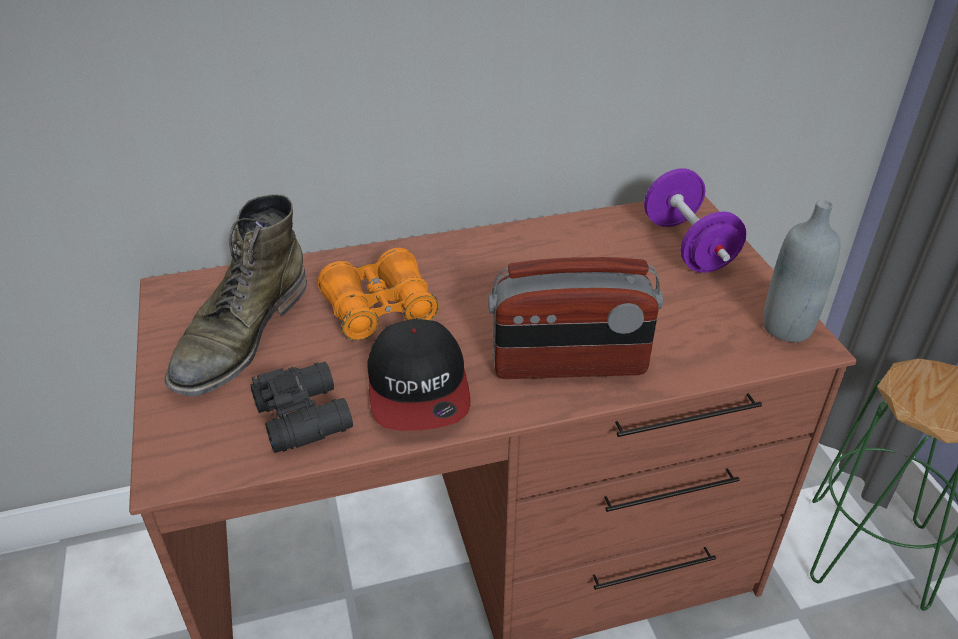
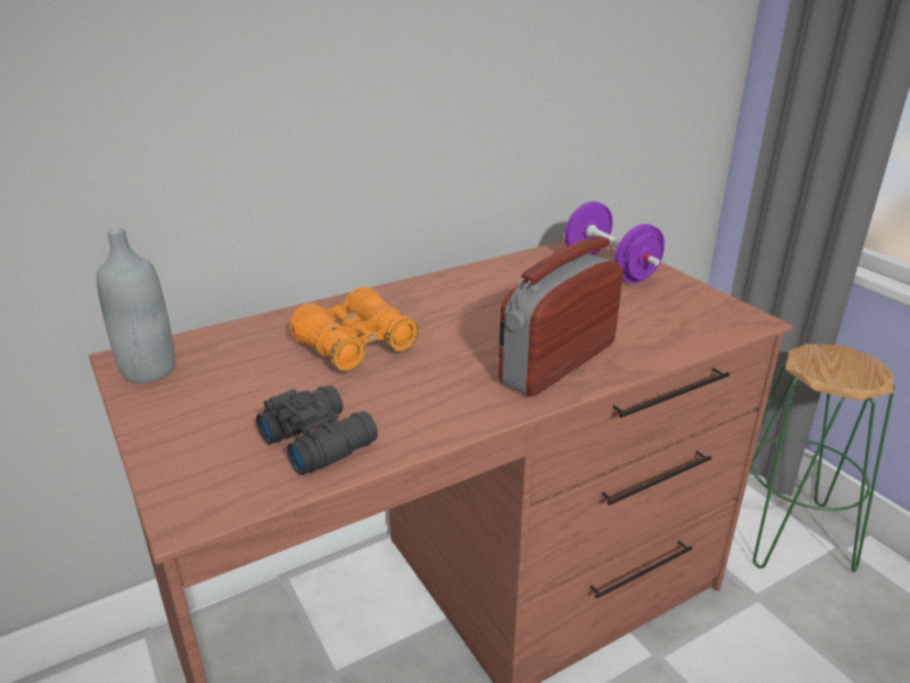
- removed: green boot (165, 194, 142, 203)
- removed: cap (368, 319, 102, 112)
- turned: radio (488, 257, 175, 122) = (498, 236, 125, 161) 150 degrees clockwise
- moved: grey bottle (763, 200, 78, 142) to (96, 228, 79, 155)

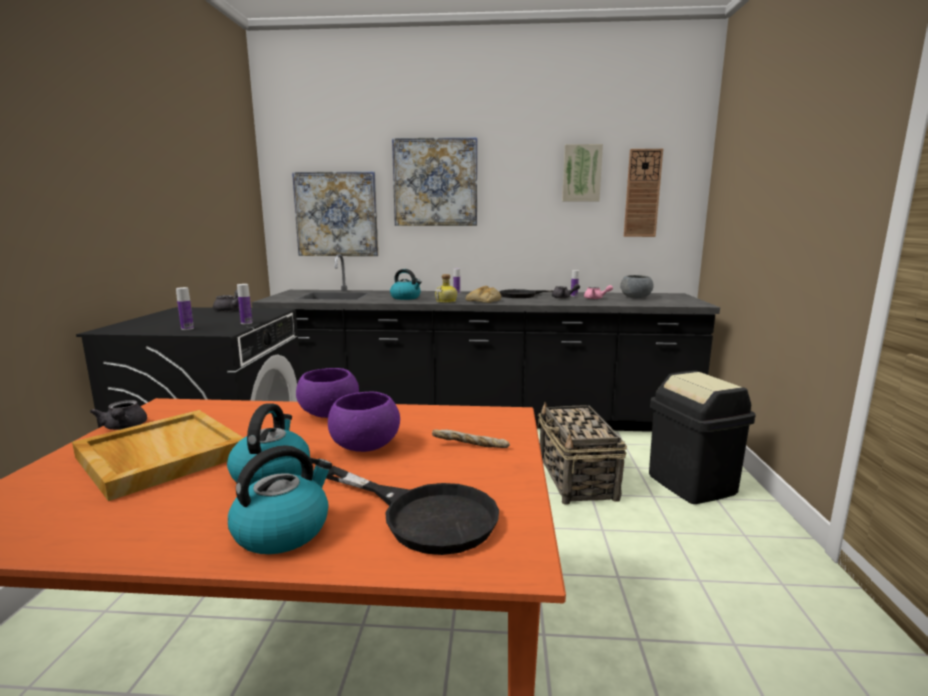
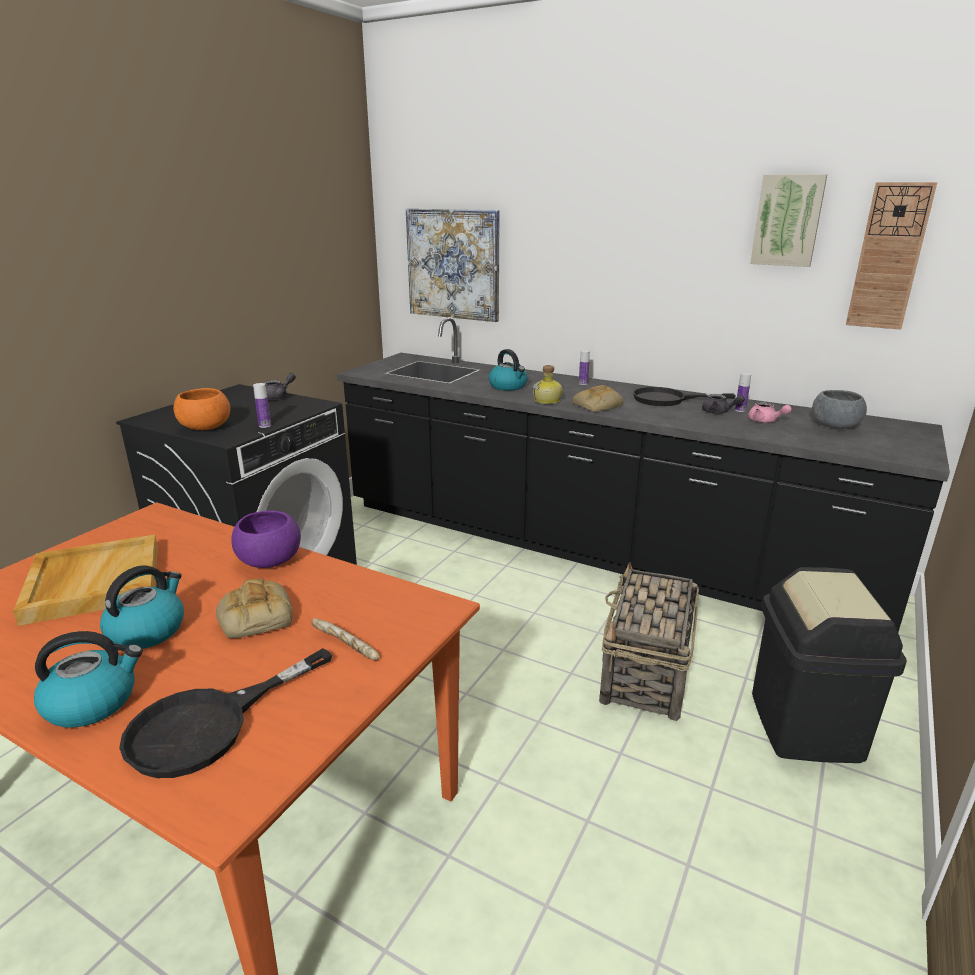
- removed: grey teapot (90, 400, 57, 30)
- replaced: bottle (176, 287, 18, 43) to orange bowl (174, 388, 56, 42)
- turned: black frying pan (326, 466, 173, 89) = (119, 648, 213, 130) 75 degrees clockwise
- replaced: purple bowl (328, 391, 72, 61) to bread (216, 579, 76, 59)
- removed: picture (392, 137, 86, 89)

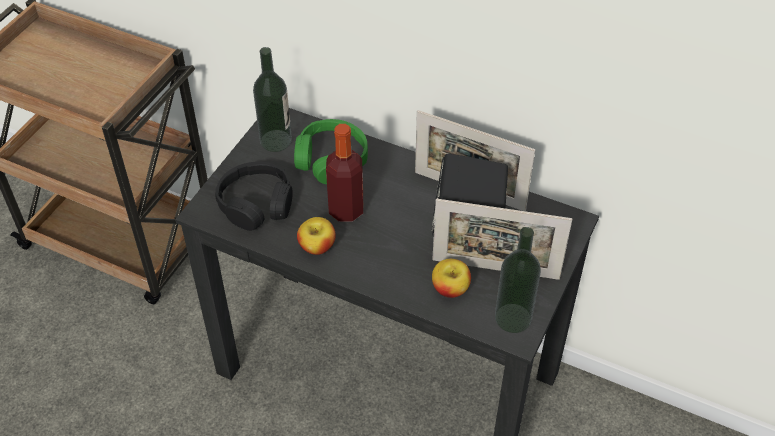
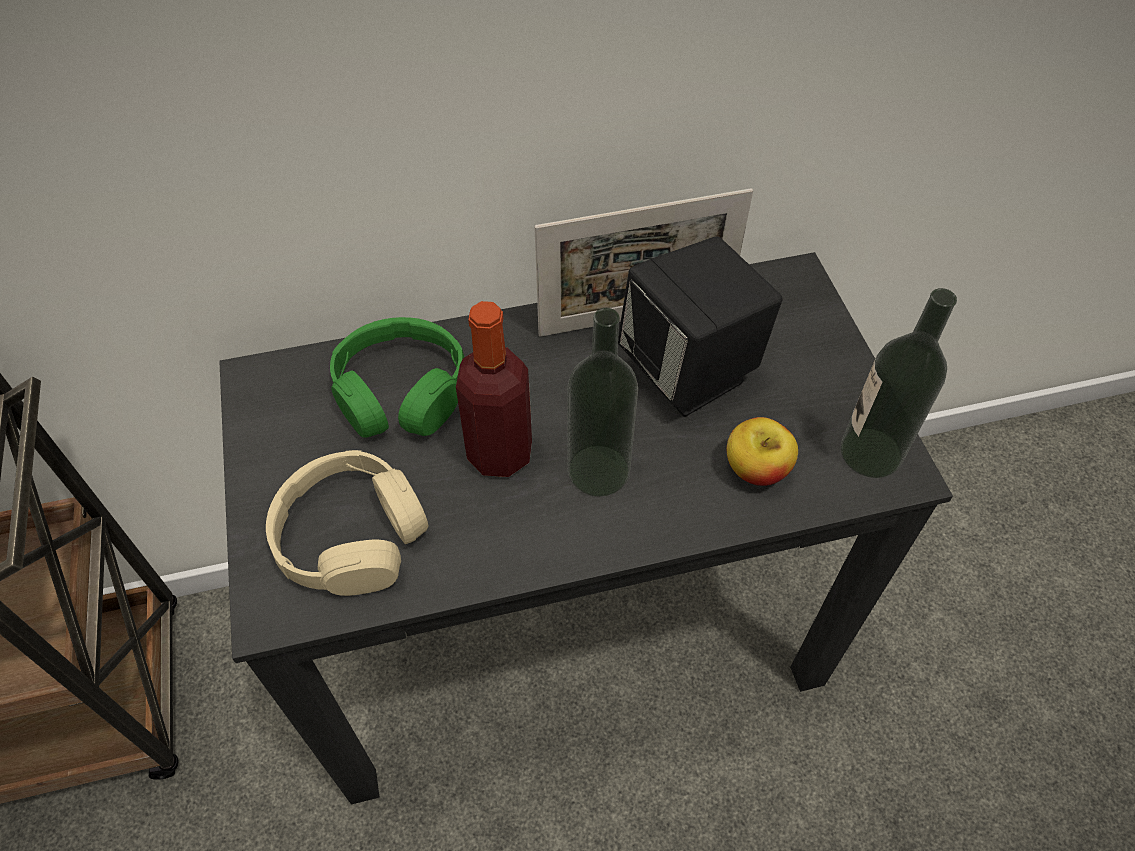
- recoloured: black headphones (215, 162, 78, 69) to beige headphones (266, 450, 162, 146)
- moved: bottle (253, 47, 39, 105) to (567, 308, 71, 189)
- removed: apple (297, 217, 39, 38)
- removed: picture frame (432, 199, 140, 81)

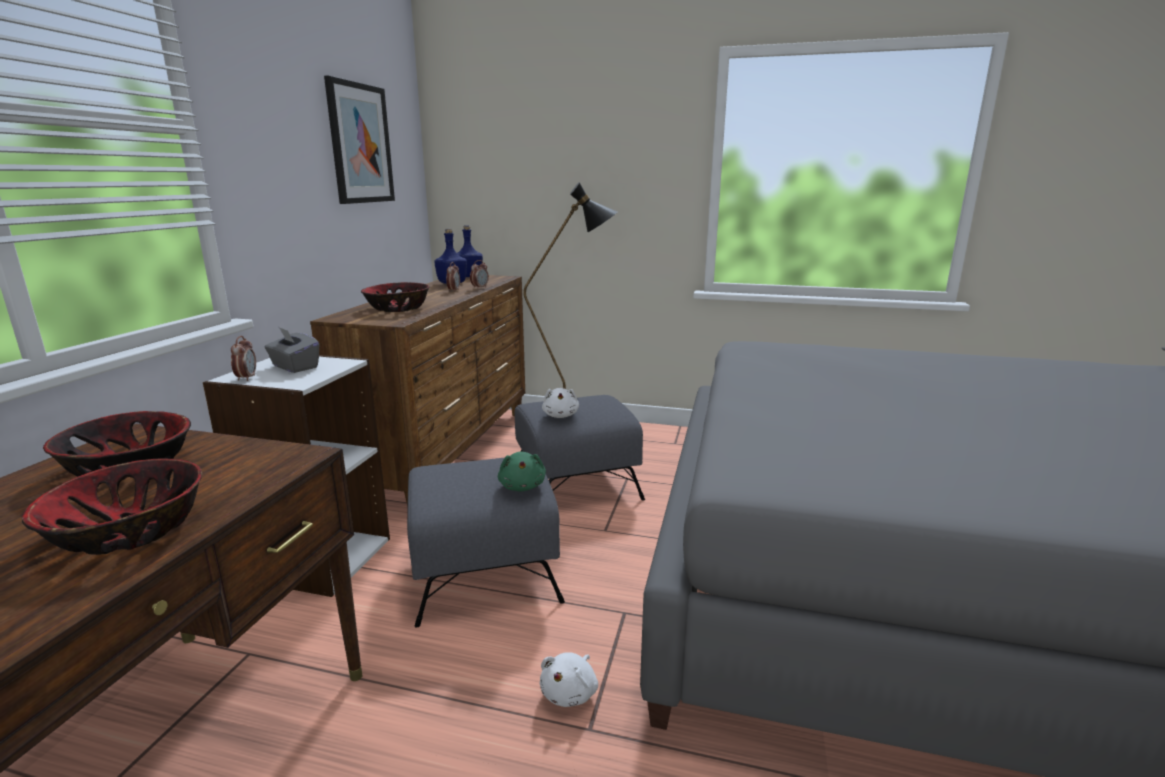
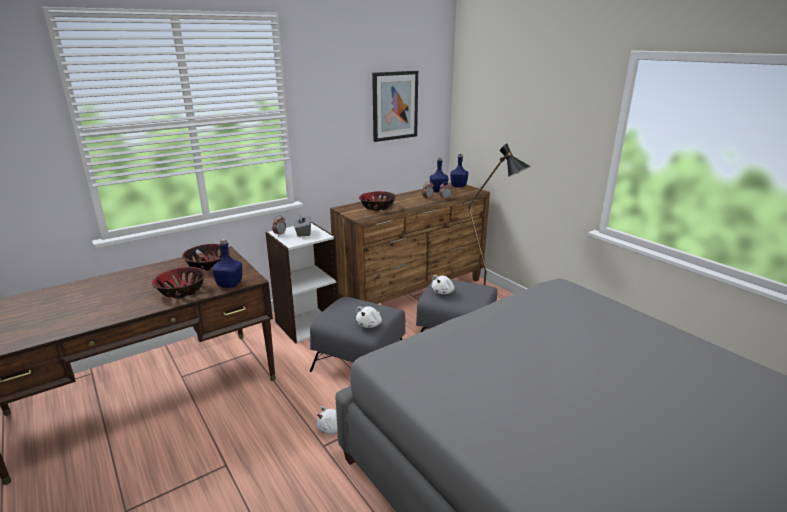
- recoloured: green plush toy (498, 452, 48, 39) to white plush toy (356, 306, 26, 22)
- added: blue bottle (212, 239, 30, 49)

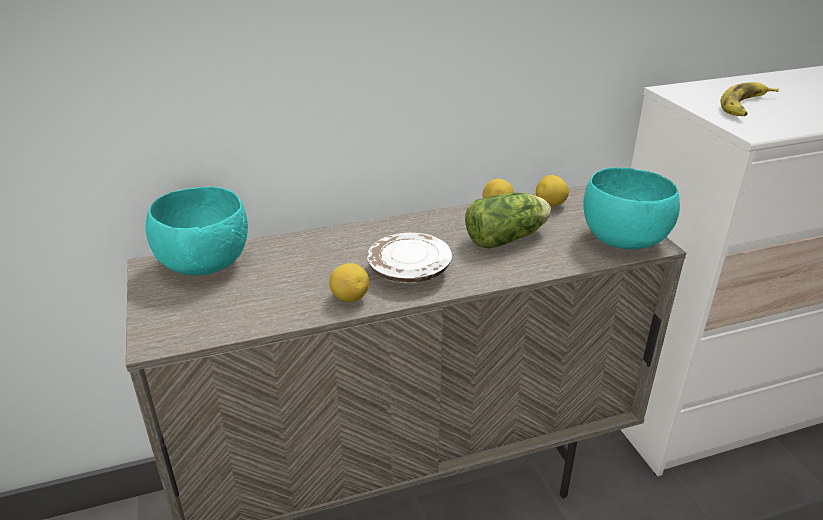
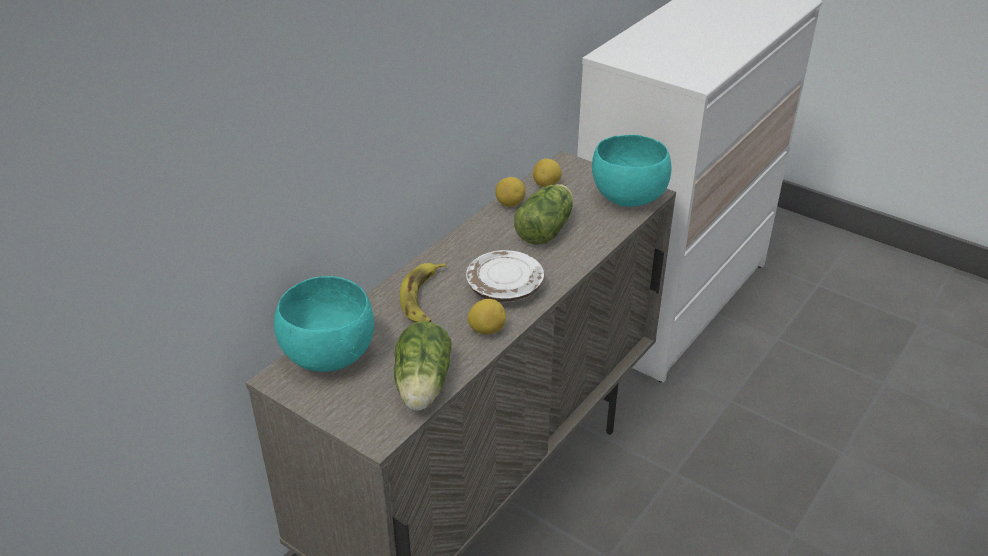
- moved: banana (720, 82, 59, 34) to (400, 263, 46, 60)
- added: lettuce (394, 321, 58, 90)

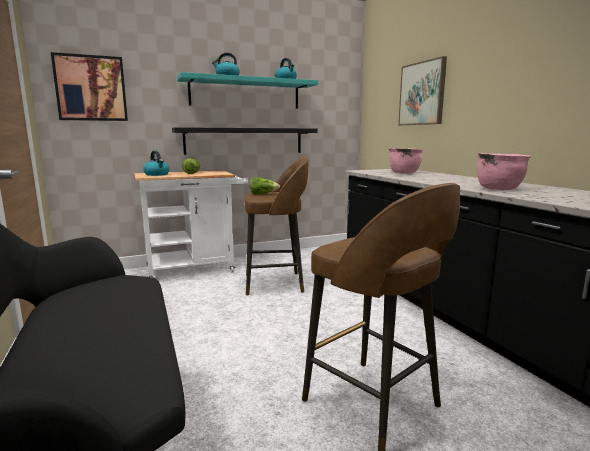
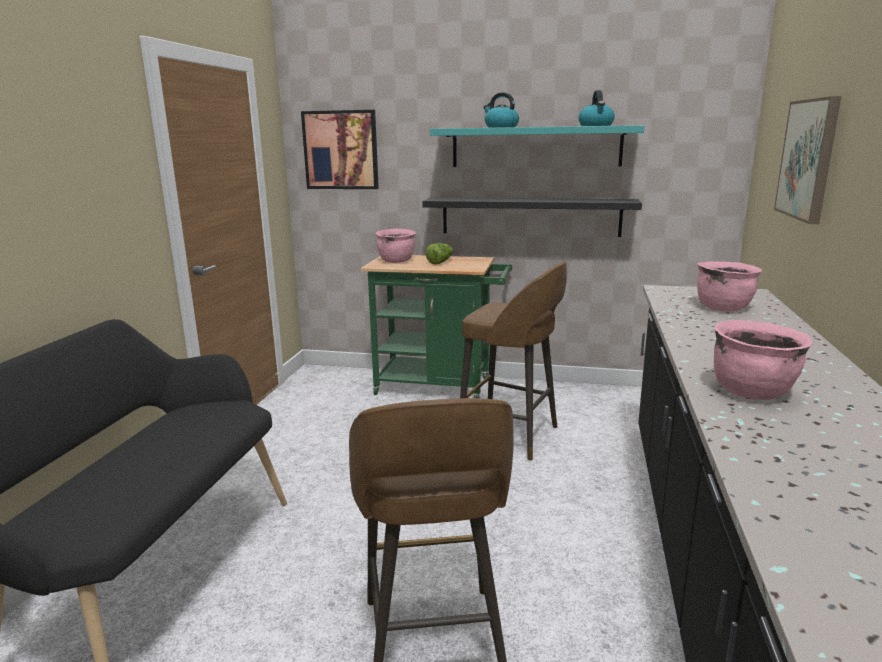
- recoloured: white cart (134, 170, 114, 107) to green cart (360, 255, 152, 143)
- replaced: kettle (143, 151, 27, 25) to pink cooking pot (376, 228, 40, 35)
- removed: lettuce (250, 177, 30, 18)

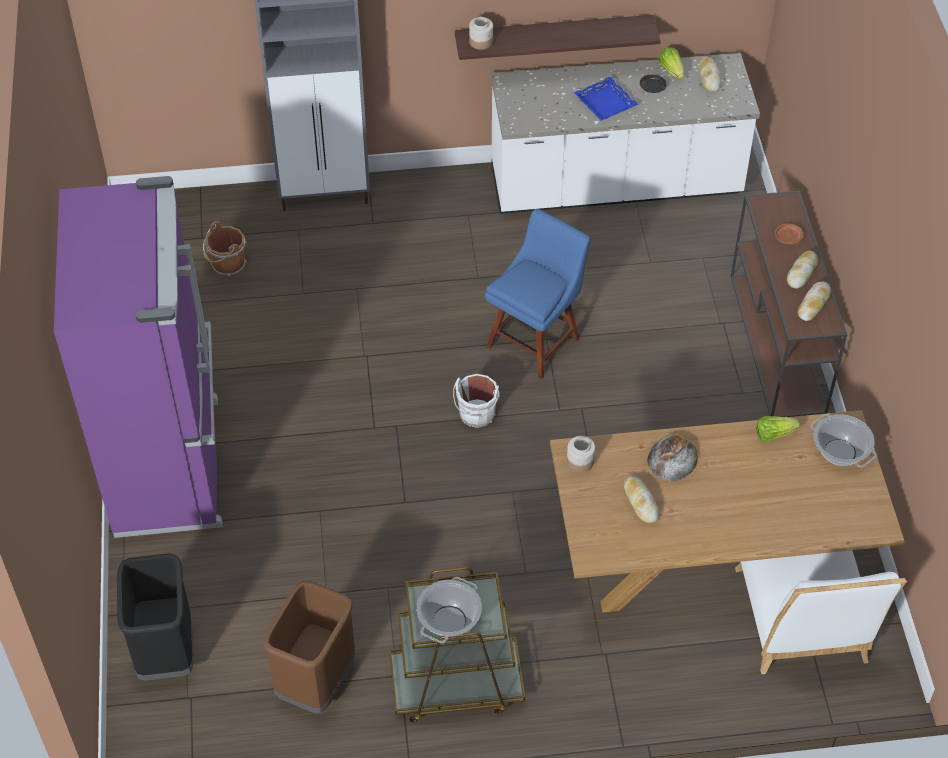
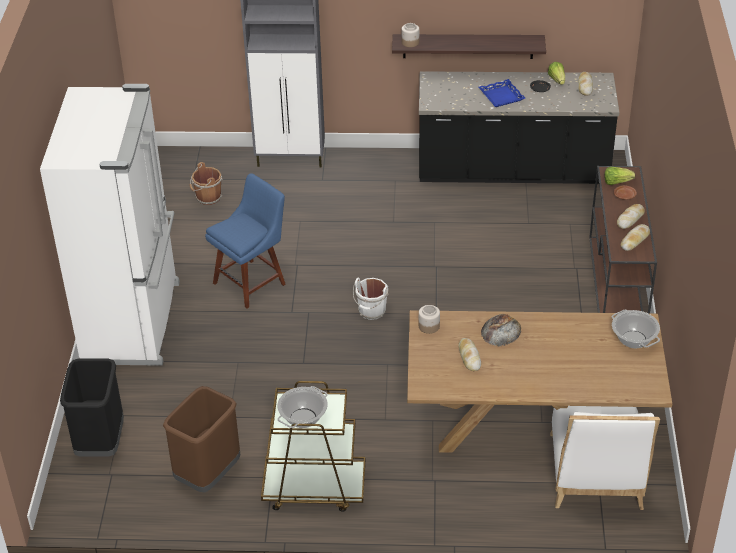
- recoloured: purple fridge (54, 176, 168, 362) to white fridge (40, 84, 140, 282)
- moved: blue chair (485, 209, 105, 170) to (205, 173, 81, 135)
- recoloured: white counter (491, 53, 269, 161) to black counter (419, 71, 200, 113)
- moved: lettuce (756, 416, 44, 26) to (604, 167, 31, 18)

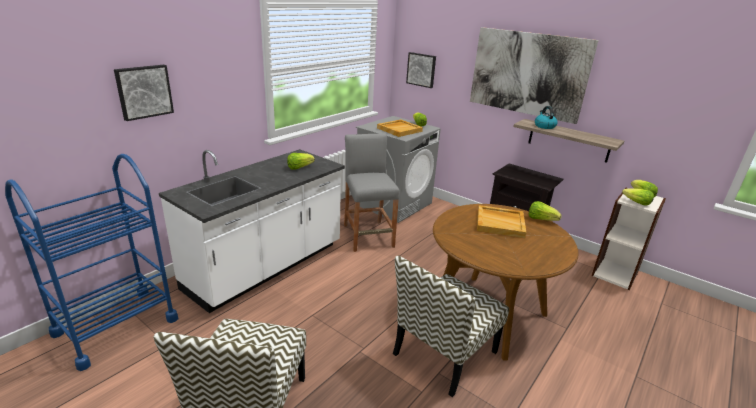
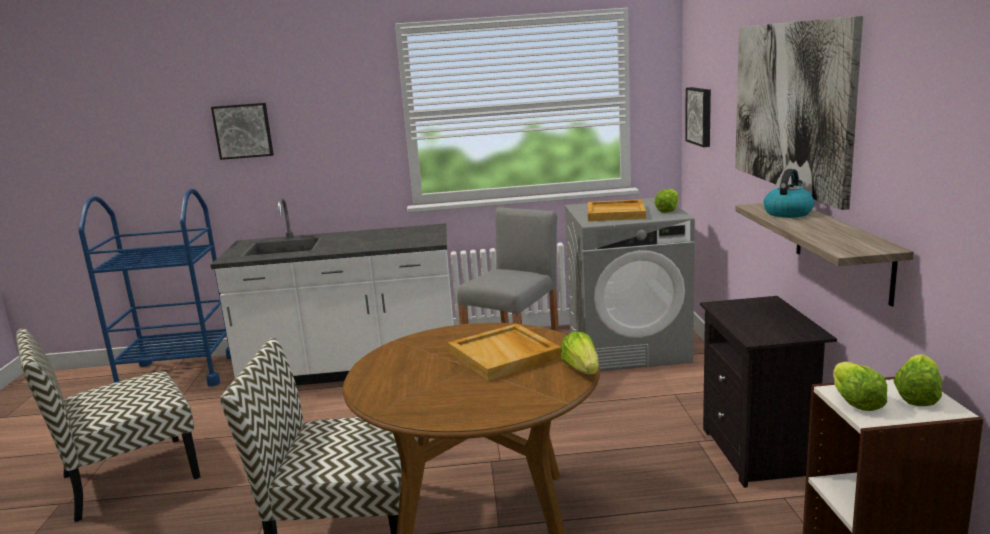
- removed: lettuce (287, 153, 28, 17)

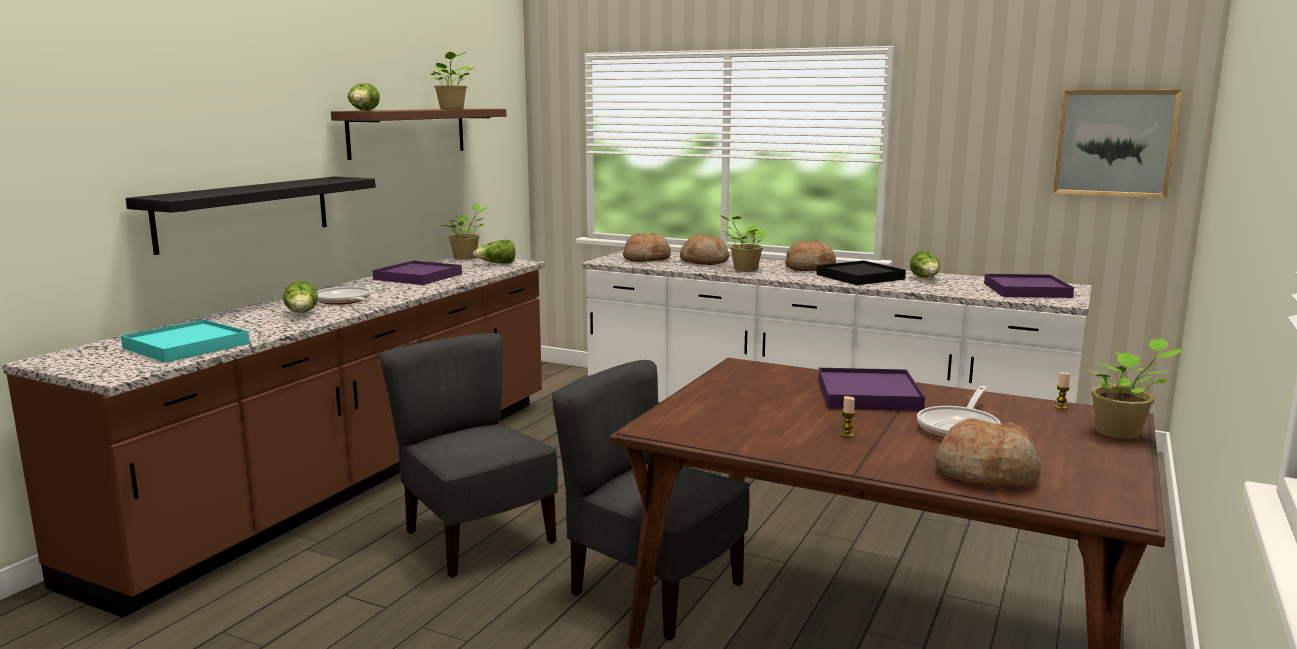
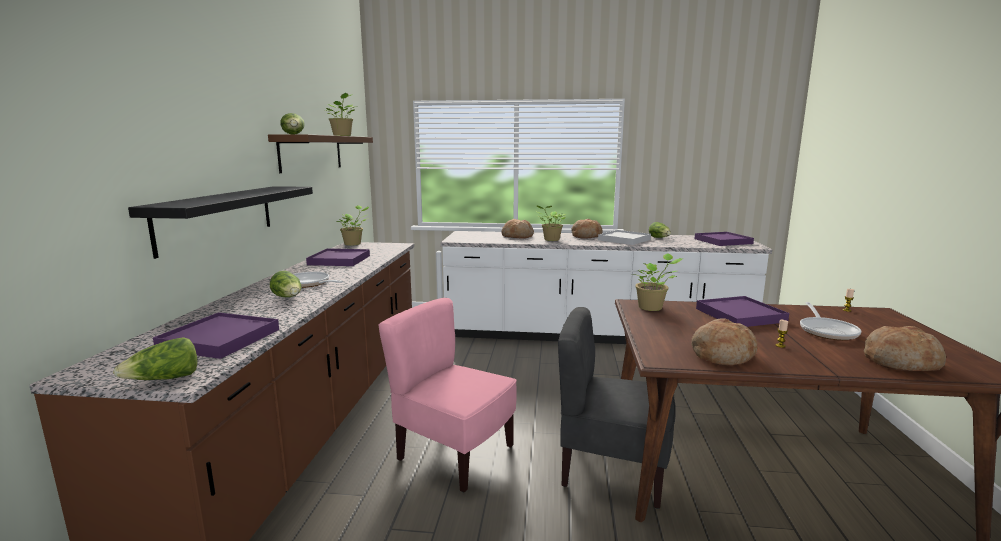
- recoloured: turquoise tray (121, 319, 129, 44) to purple tray (153, 312, 126, 47)
- recoloured: grey chair (380, 333, 178, 245) to pink chair (378, 298, 139, 195)
- moved: lettuce (473, 240, 42, 24) to (113, 337, 85, 43)
- moved: bread (623, 232, 48, 30) to (691, 319, 66, 47)
- recoloured: black tray (816, 260, 90, 25) to white tray (598, 230, 53, 15)
- removed: picture (1053, 90, 128, 108)
- moved: potted plant (1084, 338, 99, 101) to (632, 253, 52, 58)

